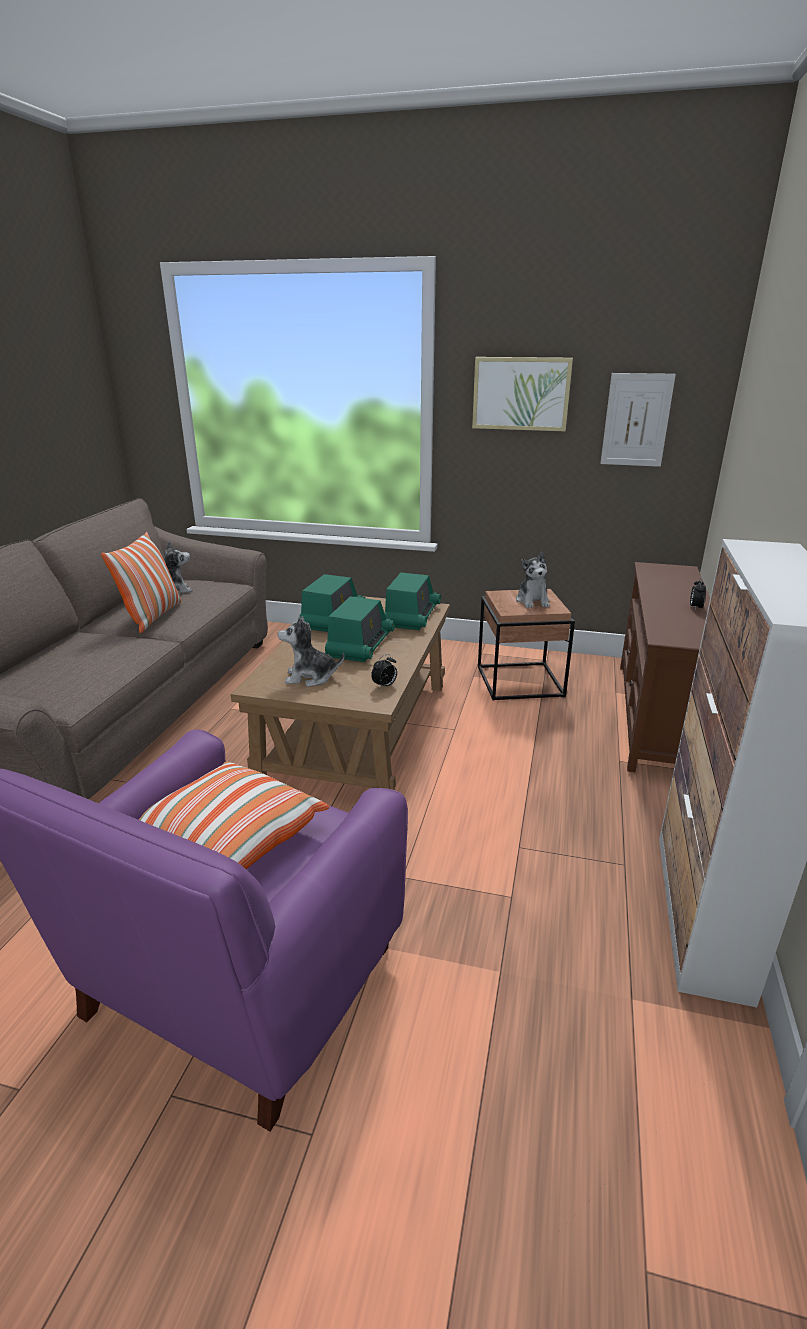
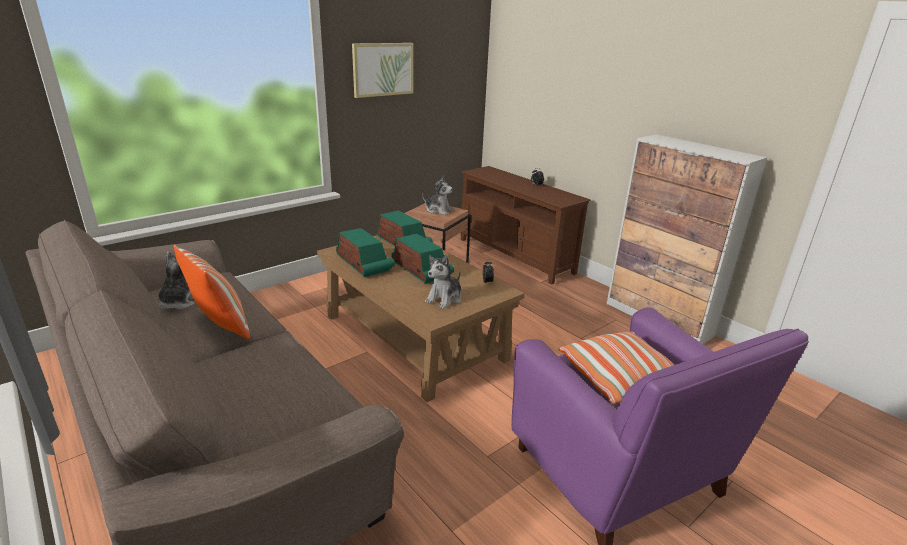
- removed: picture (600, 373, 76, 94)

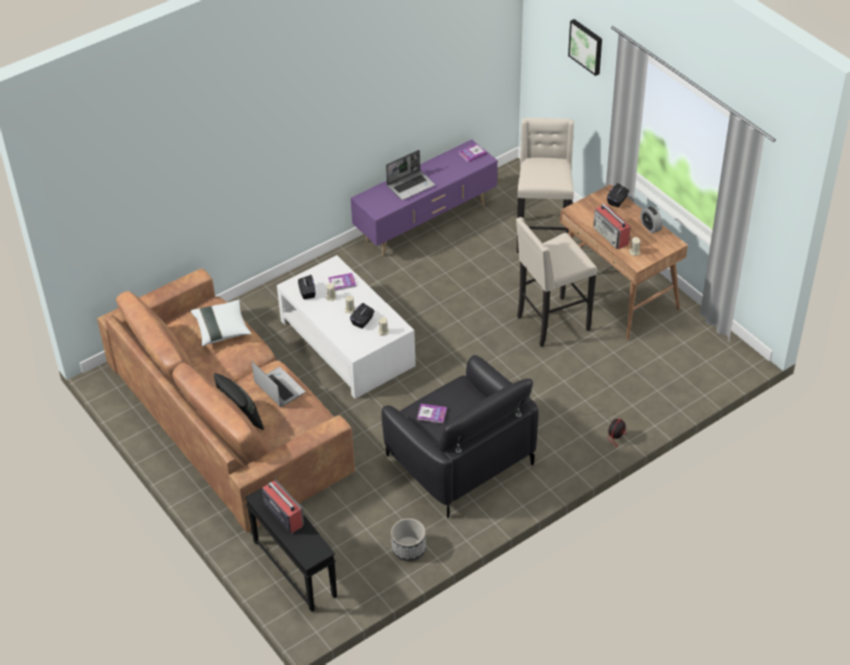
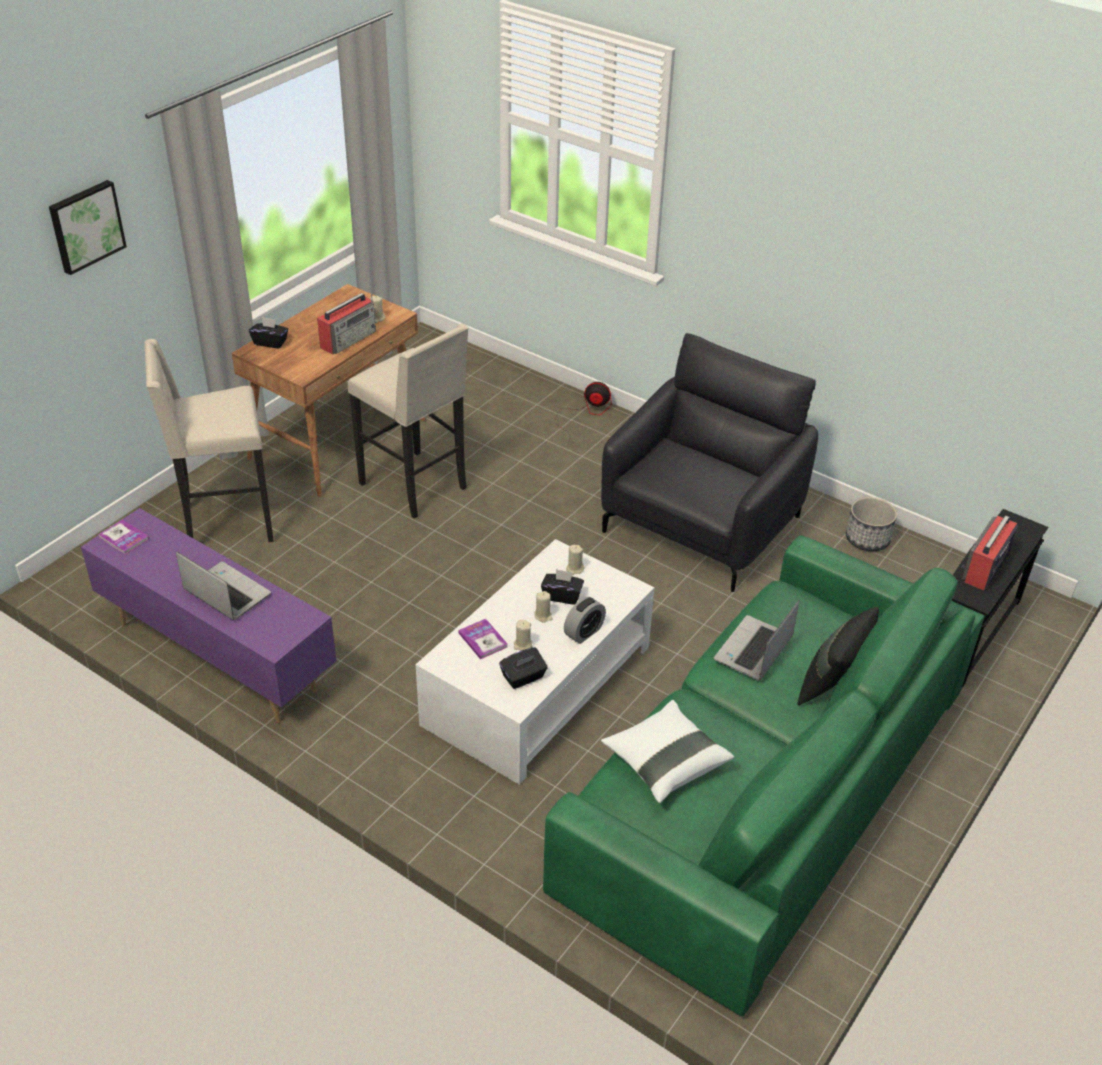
- recoloured: brown sofa (97, 268, 258, 264) to green sofa (543, 535, 441, 482)
- removed: book (417, 404, 30, 20)
- moved: alarm clock (640, 206, 23, 28) to (564, 597, 42, 47)

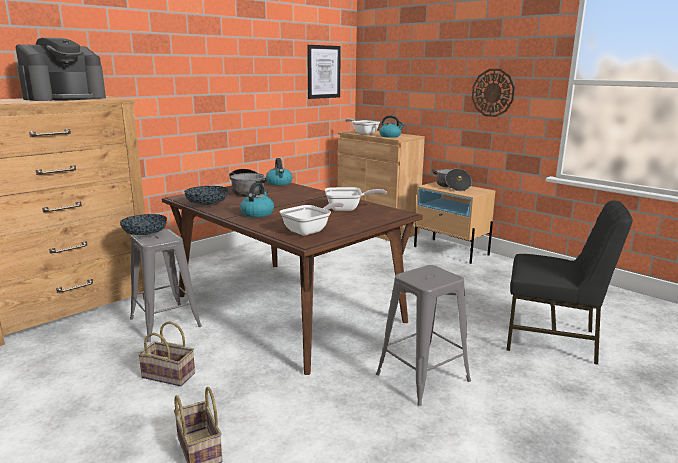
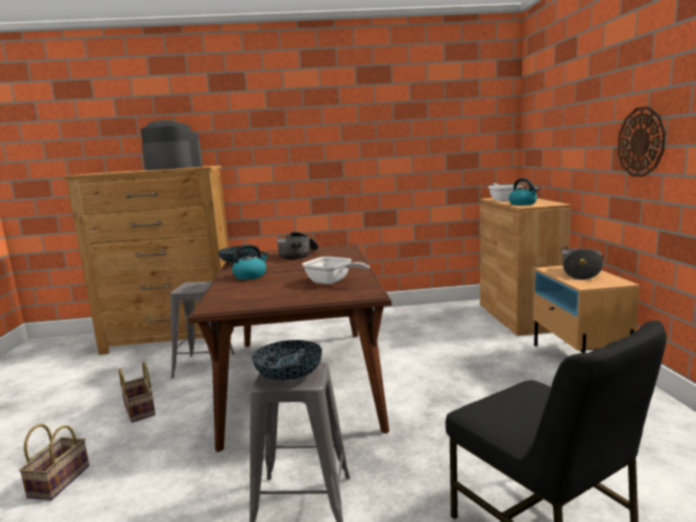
- turned: coffee machine (16, 37, 90, 64) = (141, 120, 62, 50) 135 degrees counterclockwise
- moved: bowl (120, 214, 47, 21) to (252, 340, 70, 40)
- removed: kettle (266, 158, 26, 28)
- removed: frying pan (280, 202, 64, 33)
- removed: picture (307, 45, 34, 54)

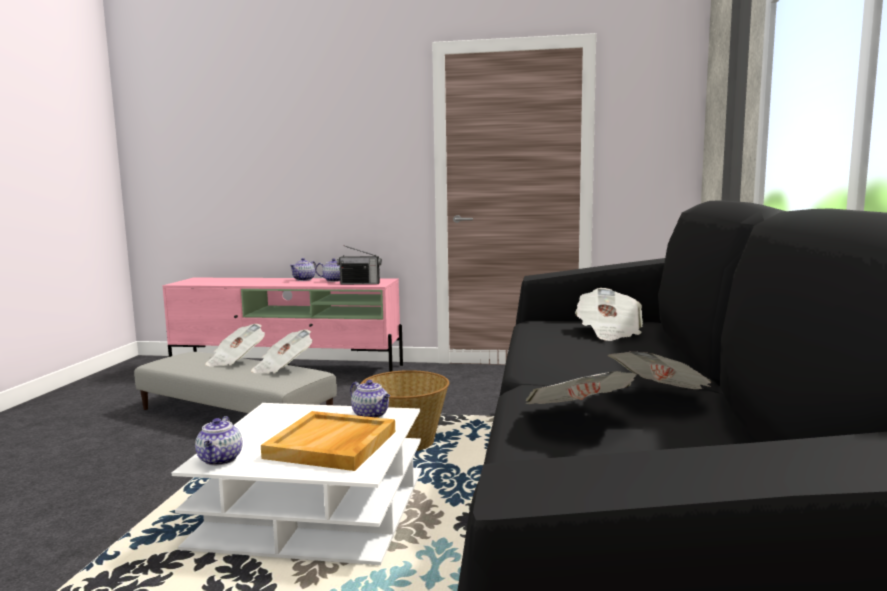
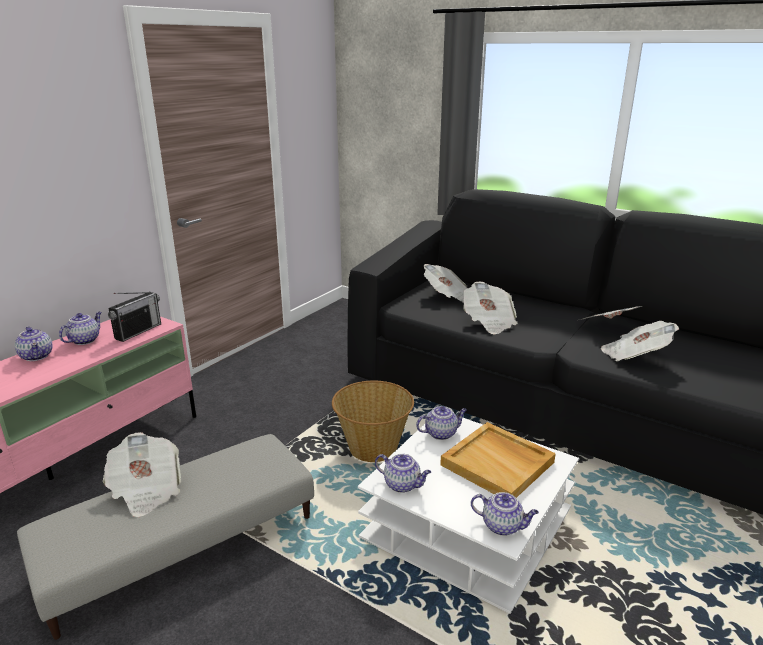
- moved: newspaper (251, 329, 61, 44) to (463, 282, 55, 53)
- added: teapot (375, 454, 56, 39)

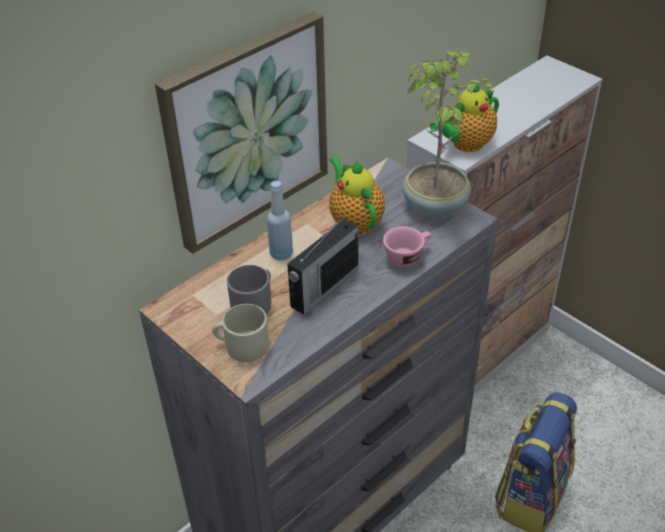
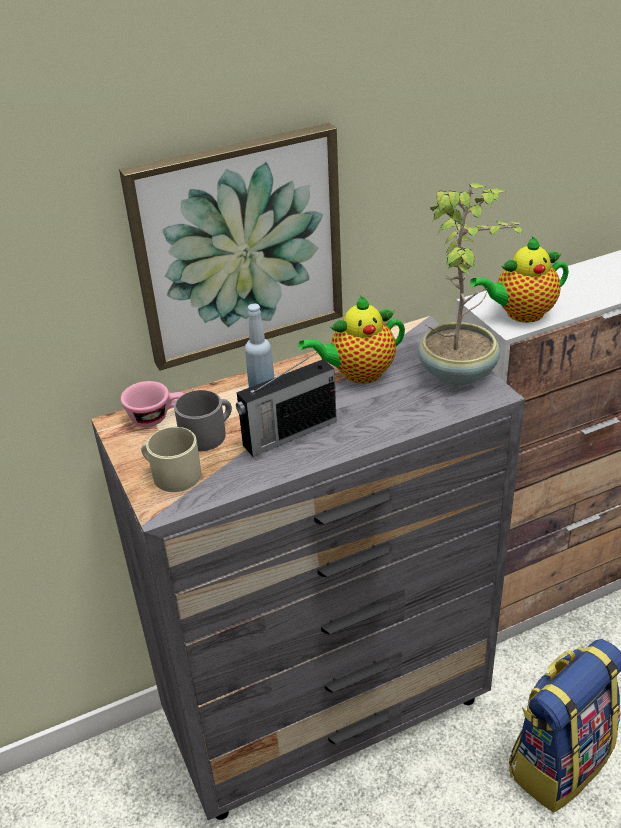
- turned: teapot (329, 157, 56, 78) = (299, 295, 106, 88) 105 degrees counterclockwise
- moved: pink cup (383, 226, 48, 41) to (121, 381, 62, 46)

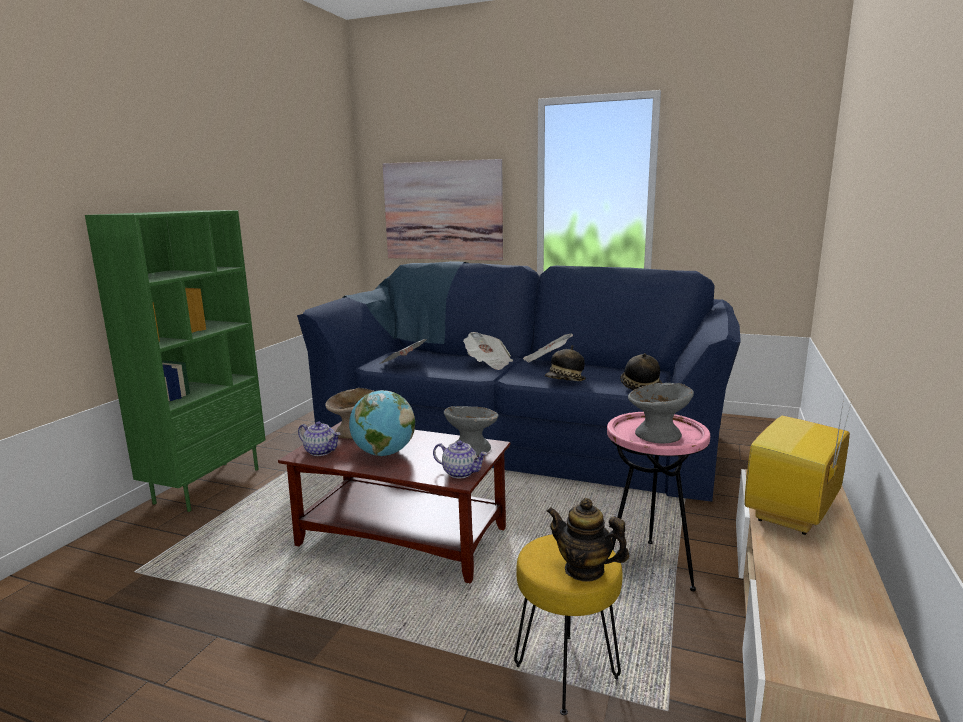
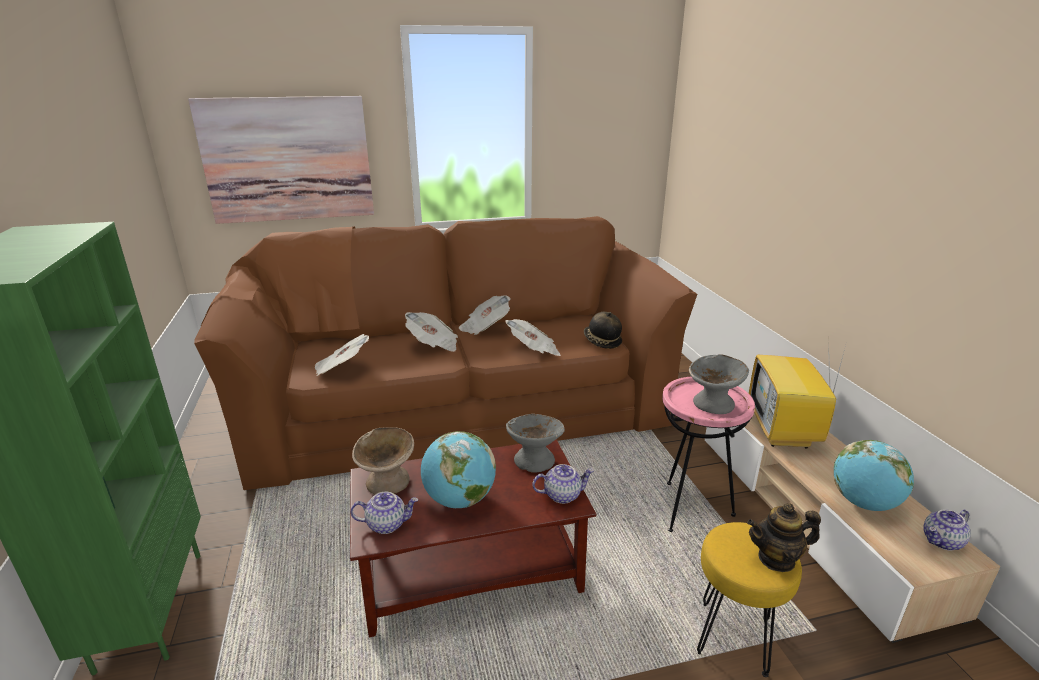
- recoloured: blue sofa (297, 261, 444, 241) to brown sofa (194, 216, 503, 274)
- replaced: hat (545, 345, 41, 36) to newspaper (505, 319, 56, 37)
- added: globe (834, 440, 80, 71)
- added: teapot (923, 509, 48, 42)

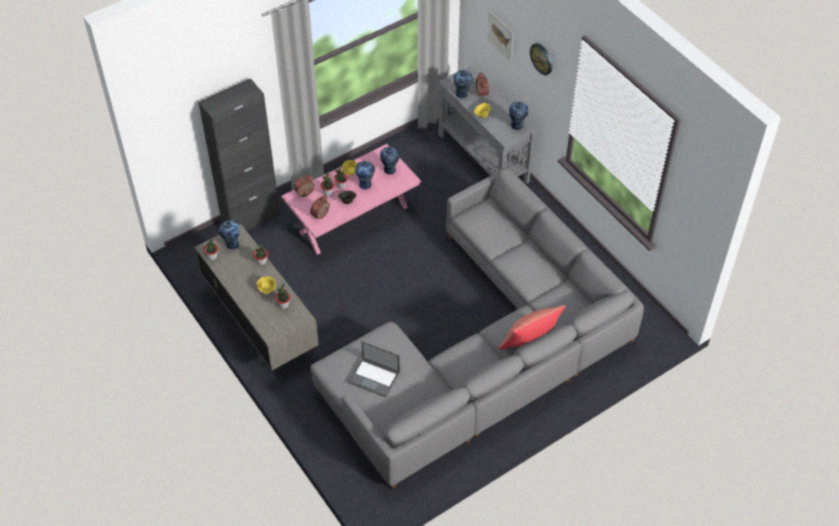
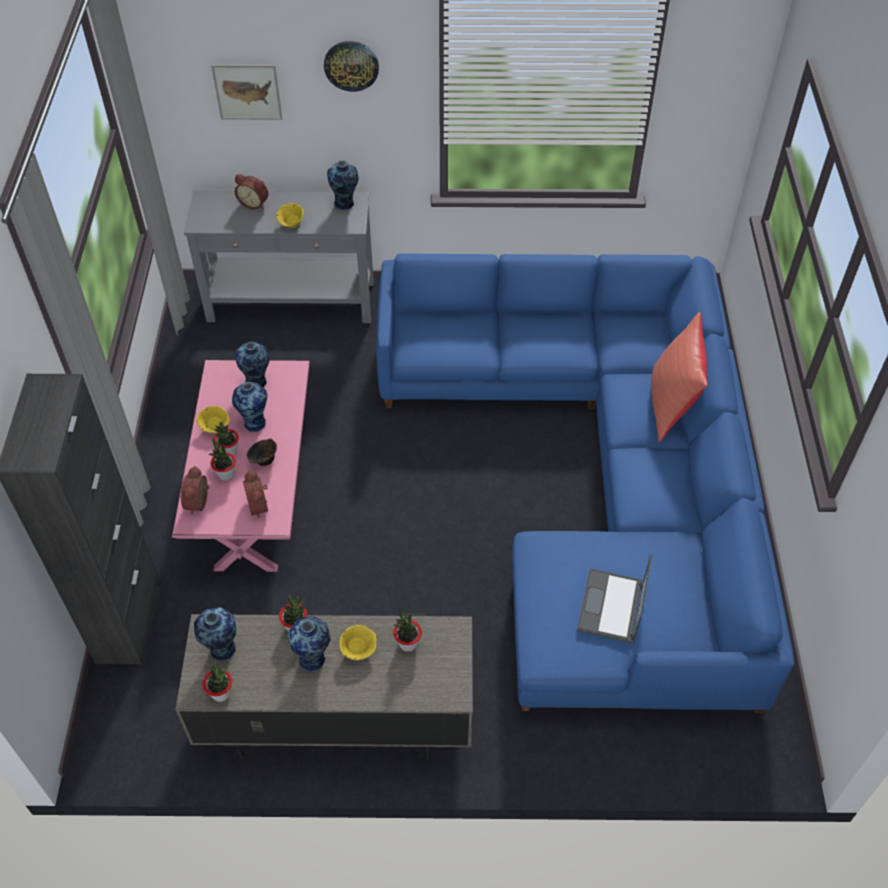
- recoloured: grey sofa (310, 168, 334, 321) to blue sofa (376, 253, 418, 460)
- turned: laptop (348, 341, 52, 56) = (577, 553, 75, 91) 135 degrees clockwise
- moved: vase (453, 70, 19, 28) to (288, 616, 42, 55)

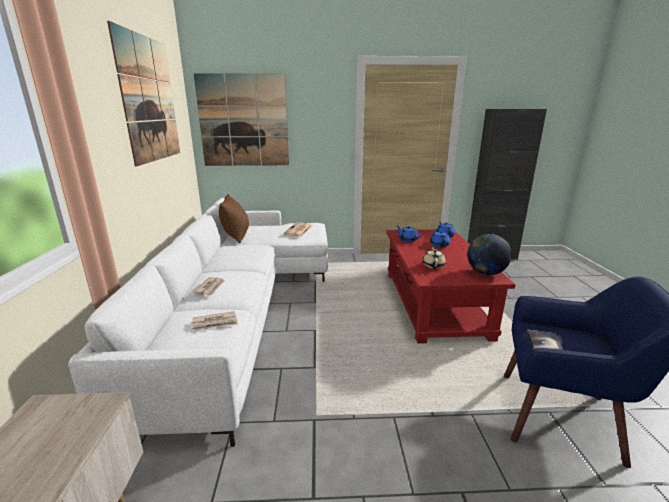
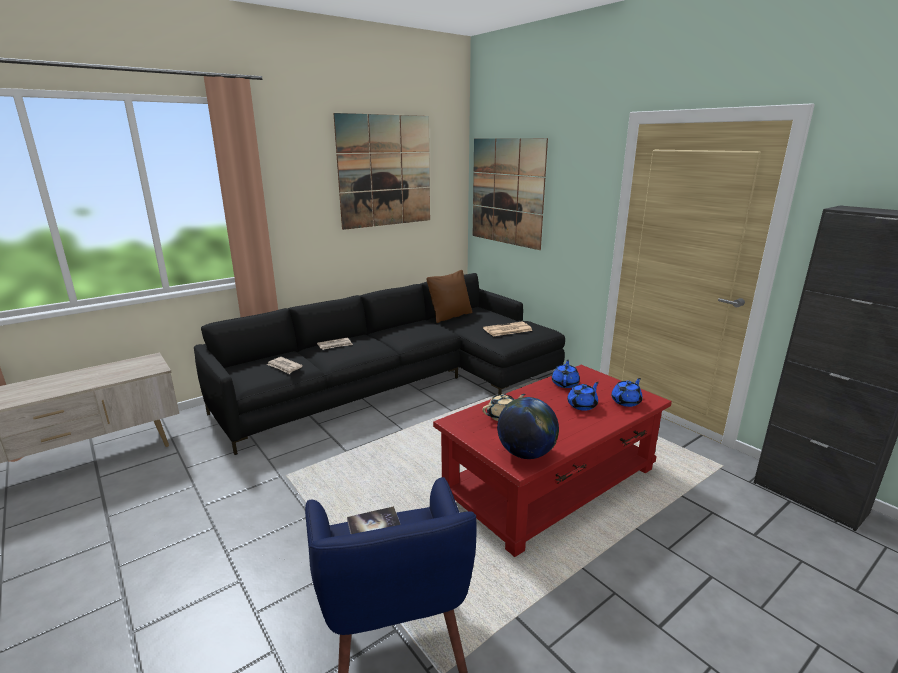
- recoloured: white sofa (68, 198, 260, 249) to black sofa (194, 273, 371, 182)

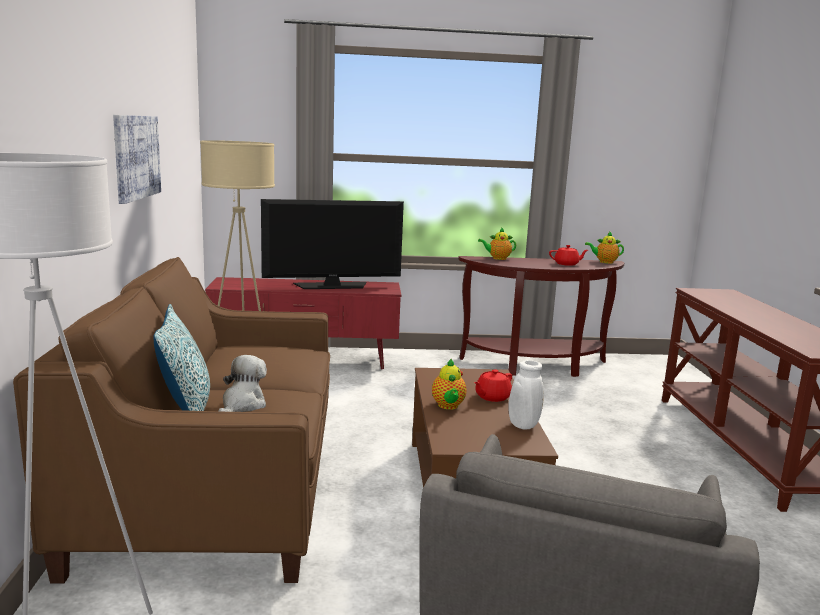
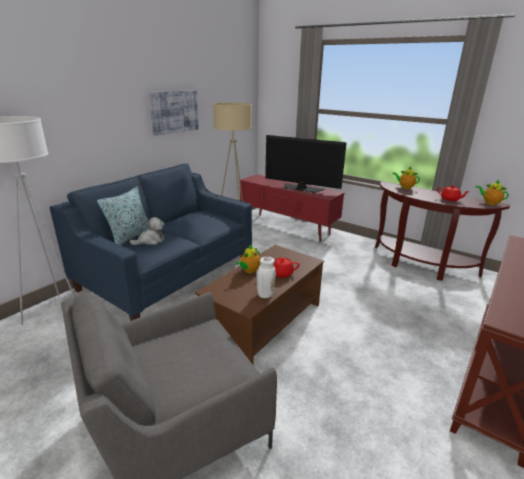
- recoloured: brown sofa (13, 257, 317, 326) to blue sofa (50, 163, 202, 158)

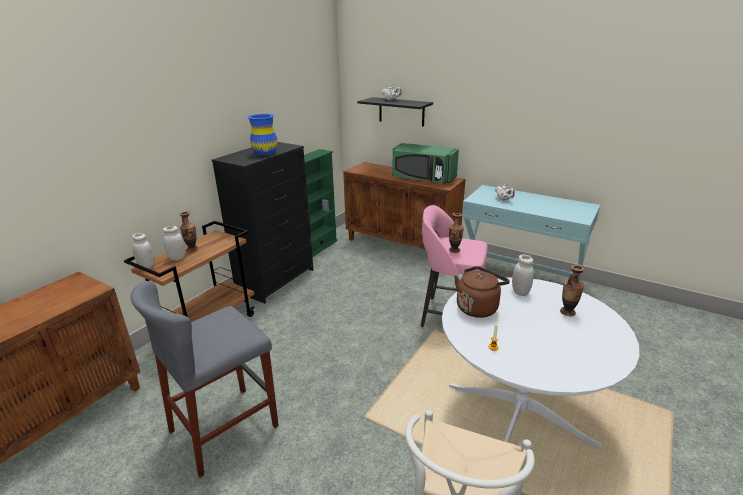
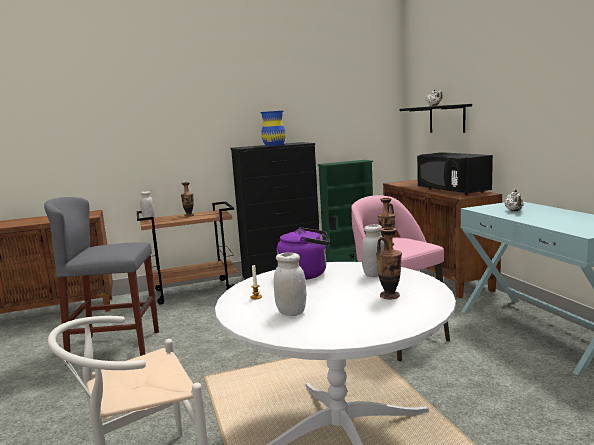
- moved: white jar (163, 226, 22, 35) to (274, 252, 32, 64)
- recoloured: green microwave (392, 143, 67, 41) to black microwave (417, 152, 76, 43)
- recoloured: brown kettle (454, 266, 56, 52) to purple kettle (277, 227, 53, 53)

